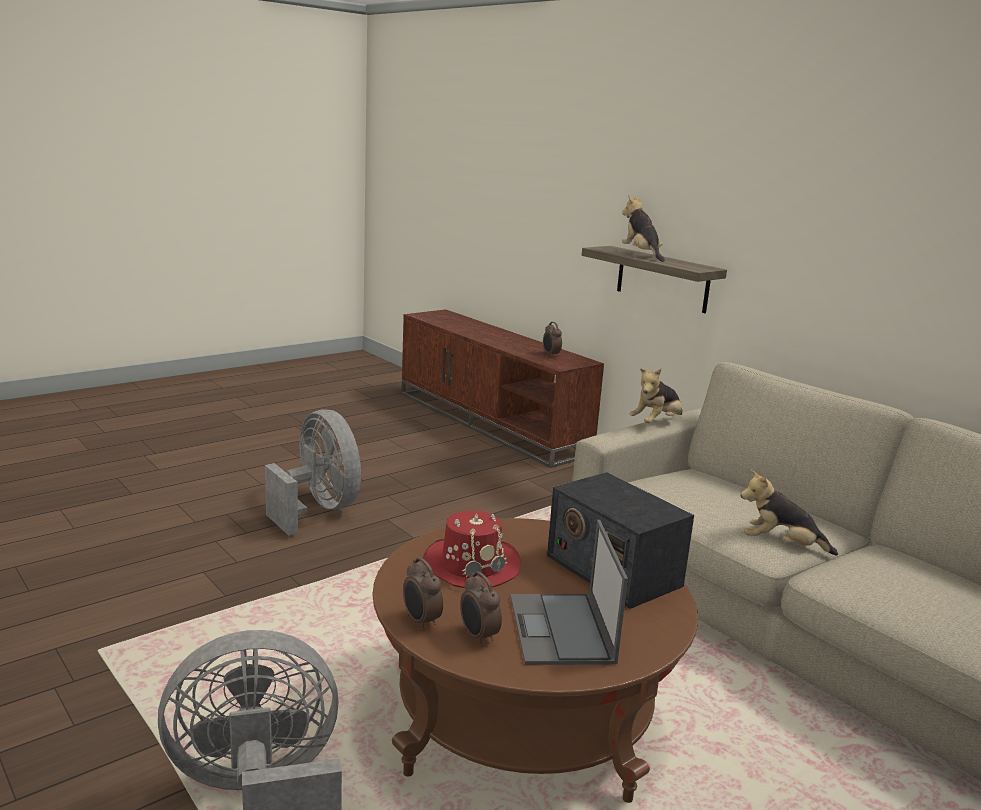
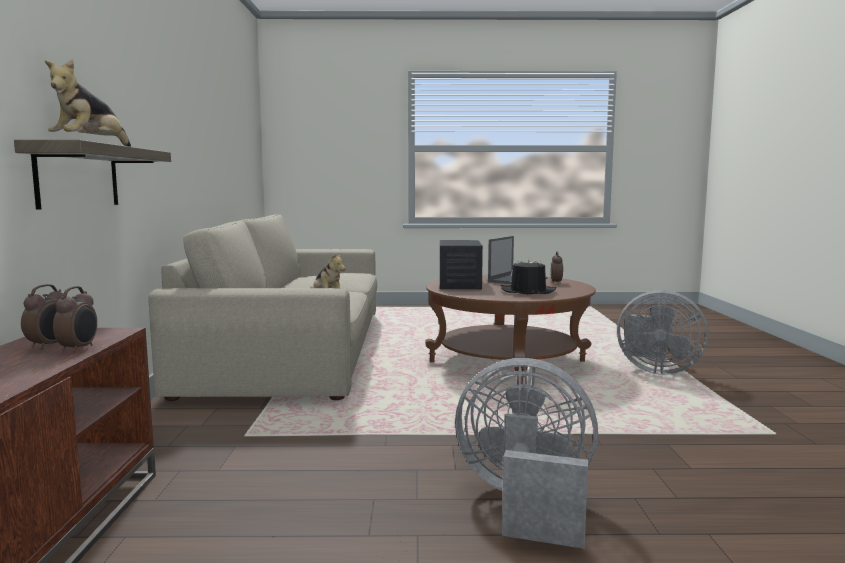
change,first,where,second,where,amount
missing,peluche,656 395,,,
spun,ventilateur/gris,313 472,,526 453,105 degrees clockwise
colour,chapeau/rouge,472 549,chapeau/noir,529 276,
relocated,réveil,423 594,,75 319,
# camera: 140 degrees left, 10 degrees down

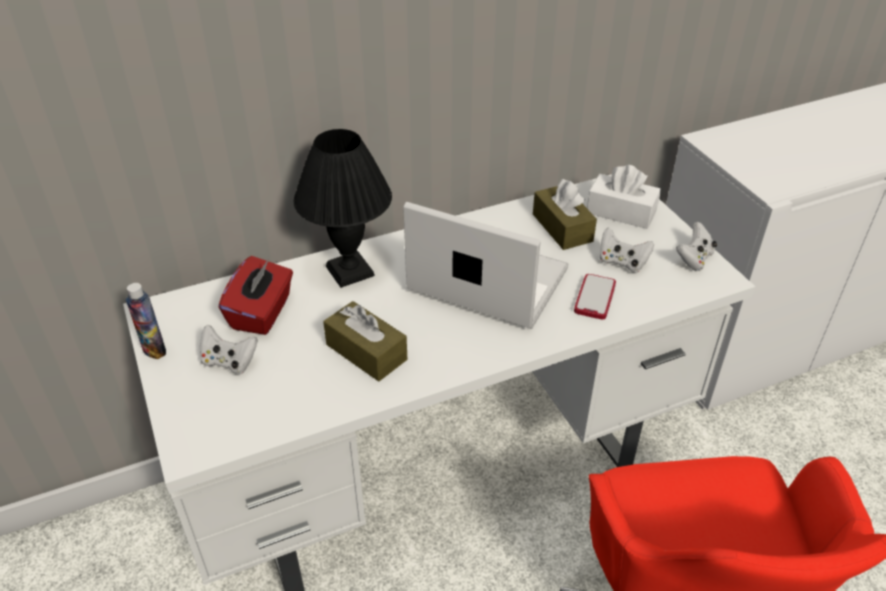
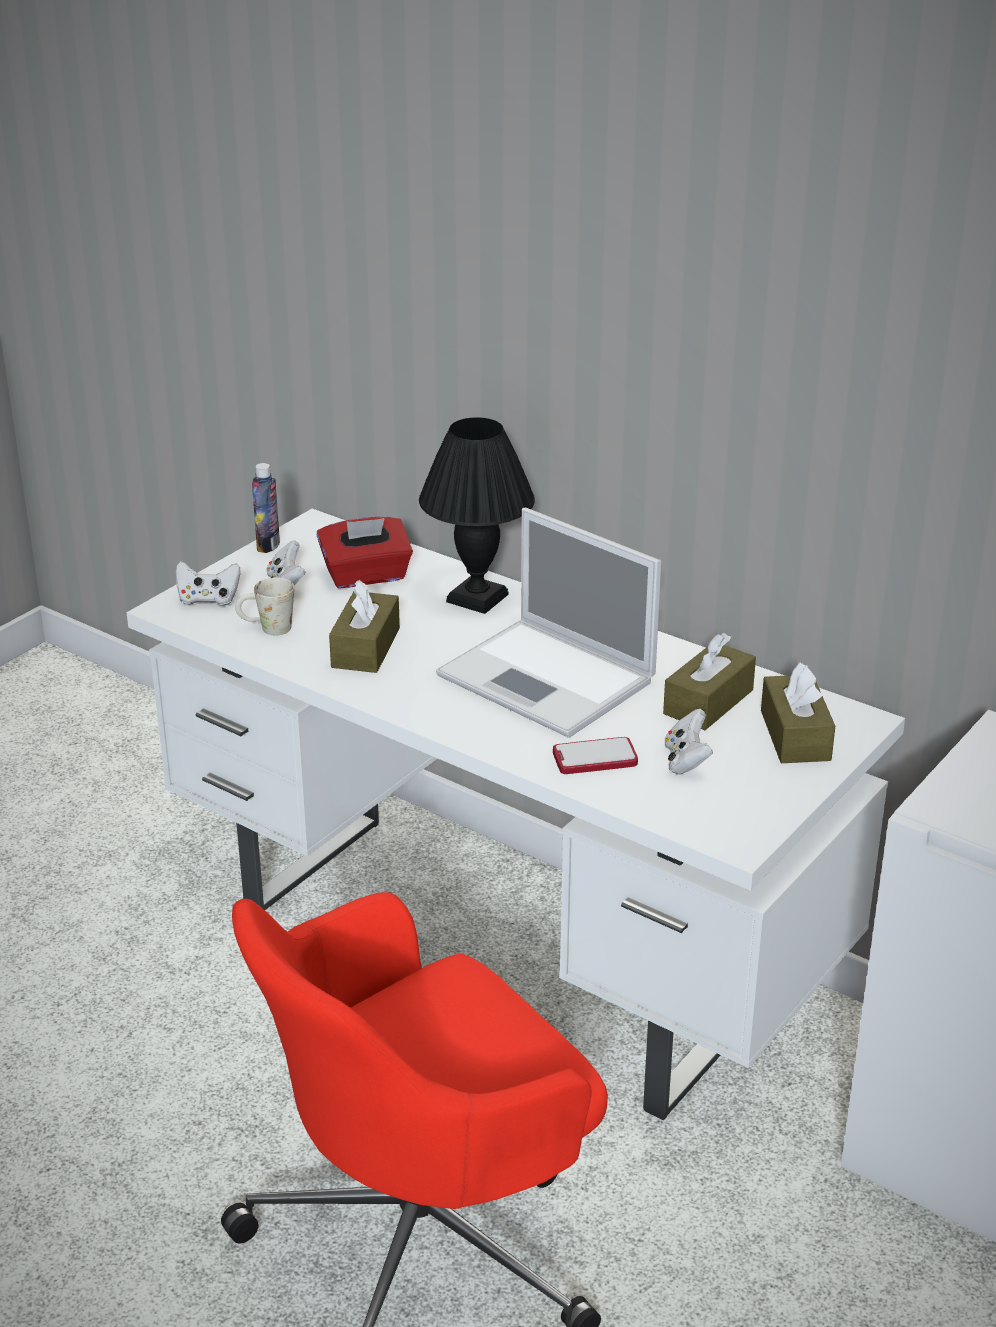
change,first,where,second,where,amount
colour,boîte à mouchoirs/blanc,624 197,boîte à mouchoirs/marron,798 712,
spun,ordinateur portable,485 265,,548 623,135 degrees clockwise
relocated,manette/blanc,696 246,,208 583,
appeared,,,mug/blanc,264 606,
# camera: 60 degrees right, 10 degrees down

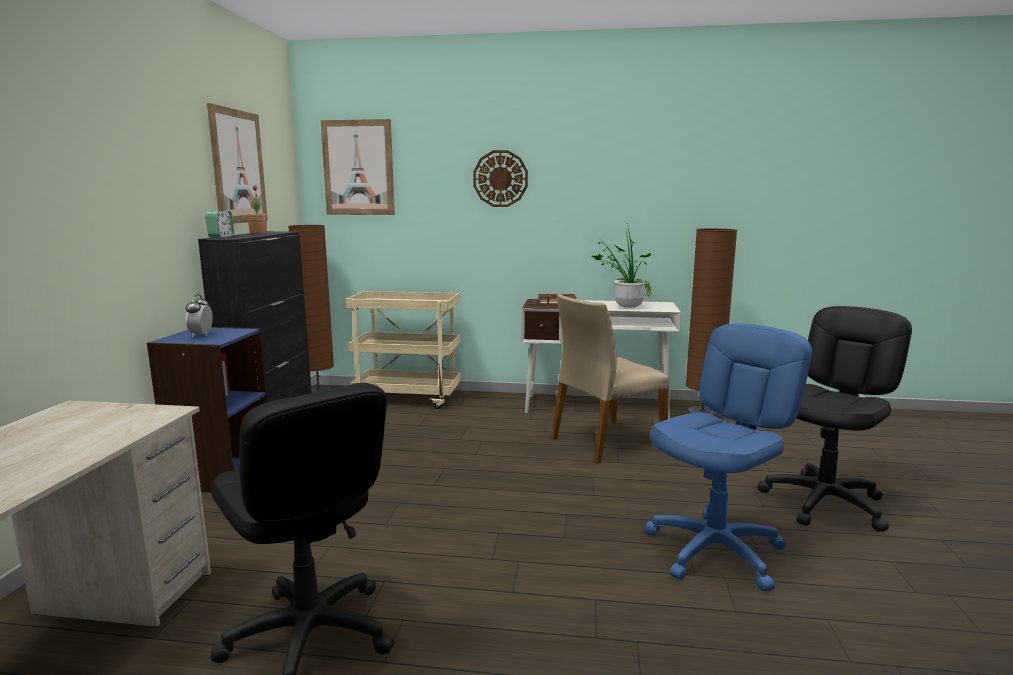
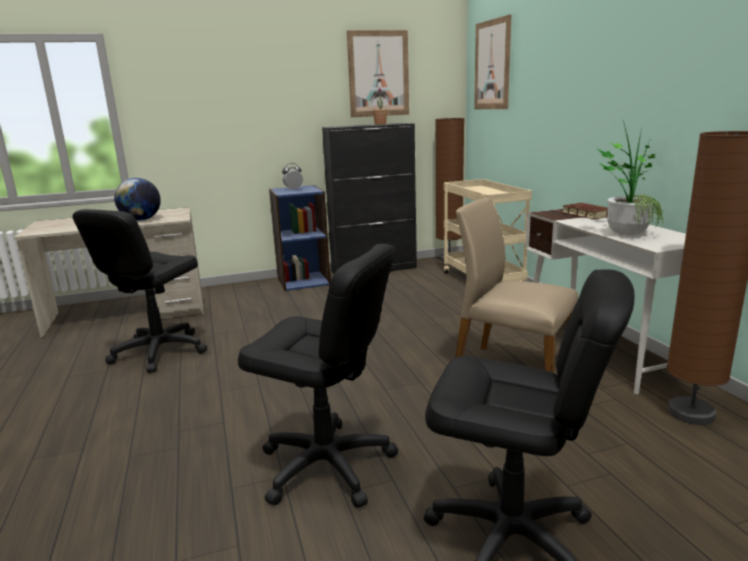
change,first,where,second,where,amount
missing,horloge murale,500 178,,,
missing,réveil,219 224,,,
colour,chaise de bureau/bleu,728 457,chaise de bureau/noir,318 376,
appeared,,,globe,137 199,
# camera: 65 degrees right, 5 degrees up

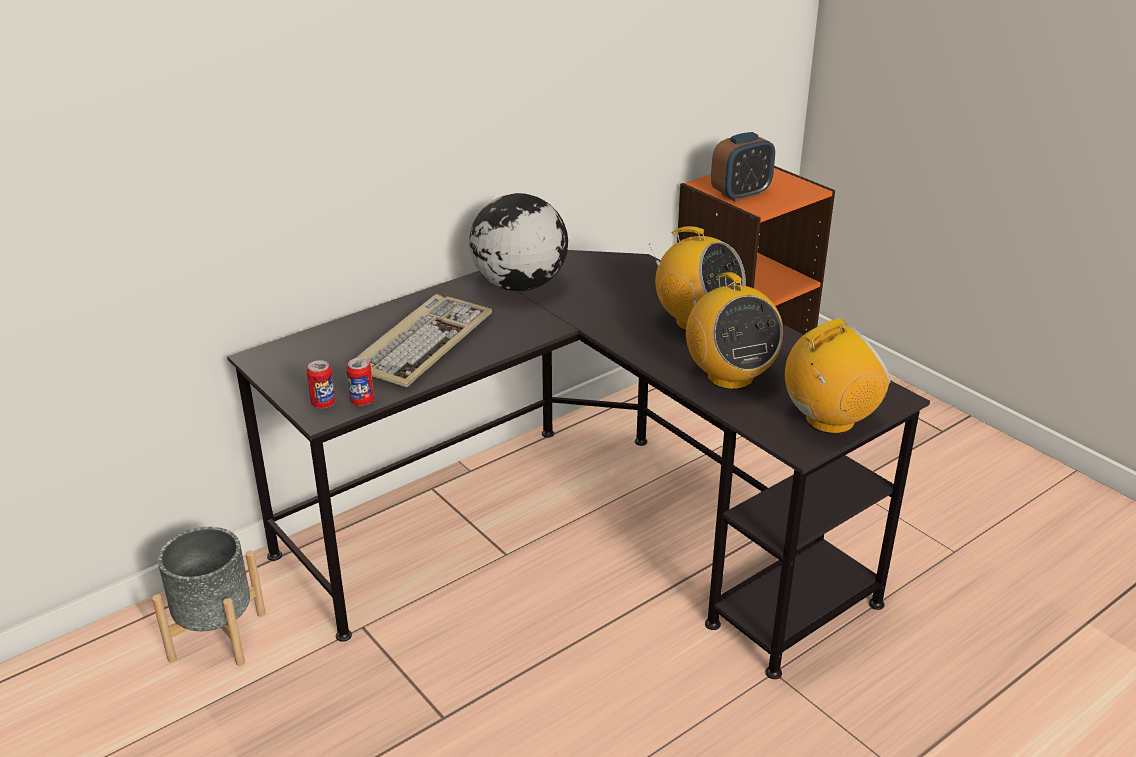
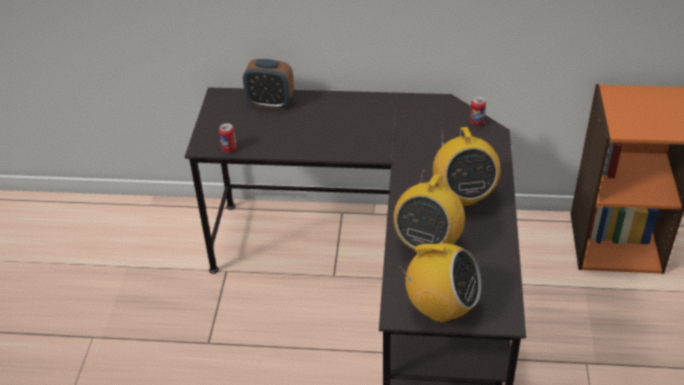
change,first,where,second,where,amount
relocated,réveil,743 167,,268 84,
missing,globe,518 242,,,
missing,clavier,424 340,,,
relocated,boîte métallique,321 384,,478 110,
missing,cache-pot/gris,209 596,,,
# camera: 45 degrees right, 10 degrees up

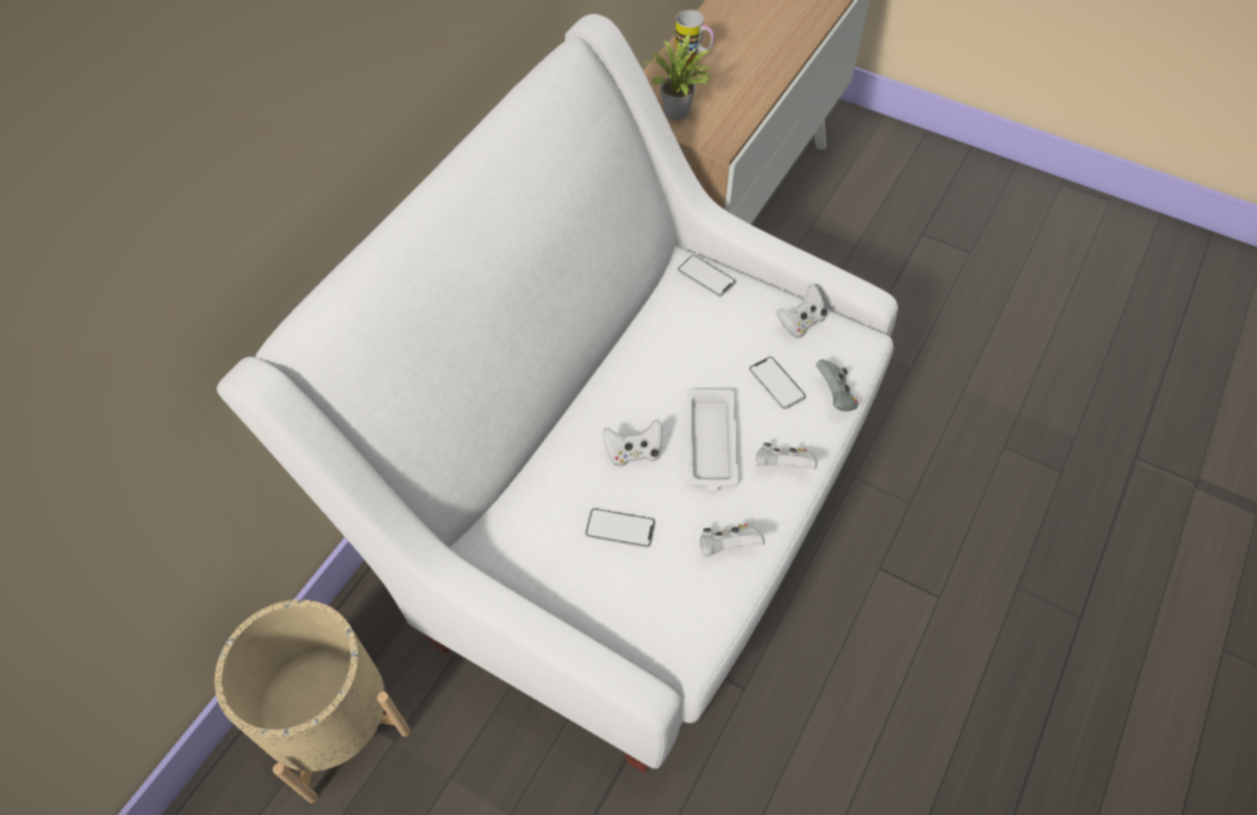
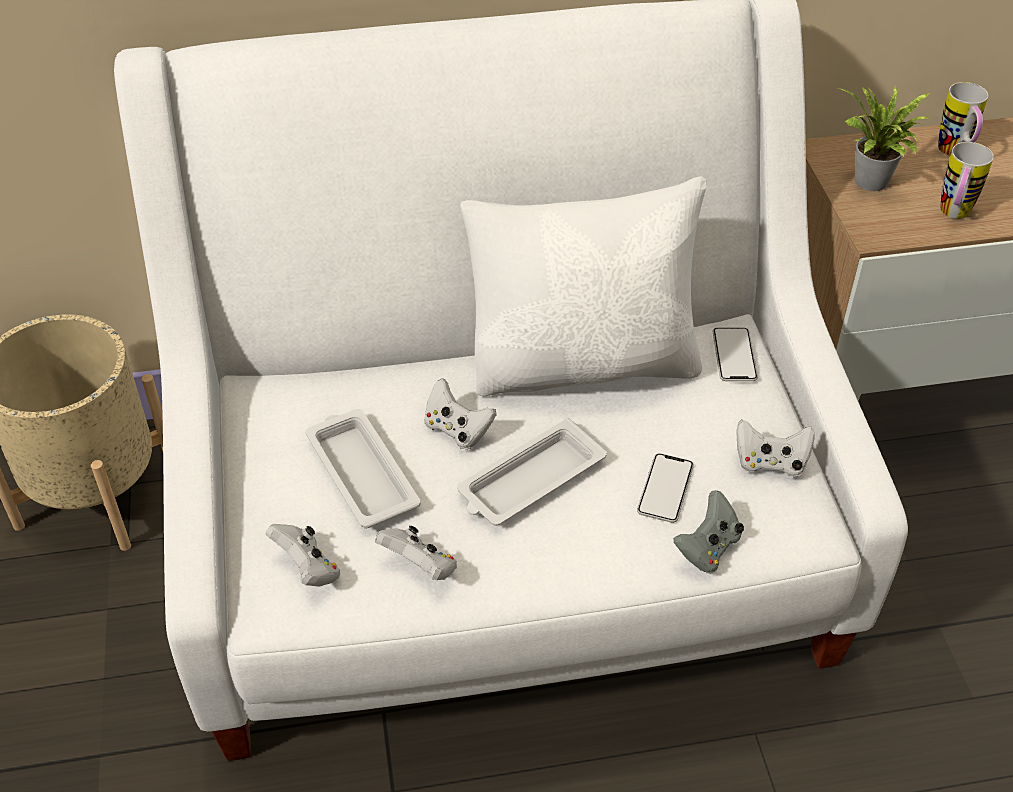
change,first,where,second,where,amount
relocated,manette/blanc,787 456,,303 555,
exchanged,téléphone,620 528,plateau/blanc,363 469,
appeared,,,mug,967 180,
appeared,,,coussin/blanc,583 286,
# camera: 50 degrees right, 10 degrees down

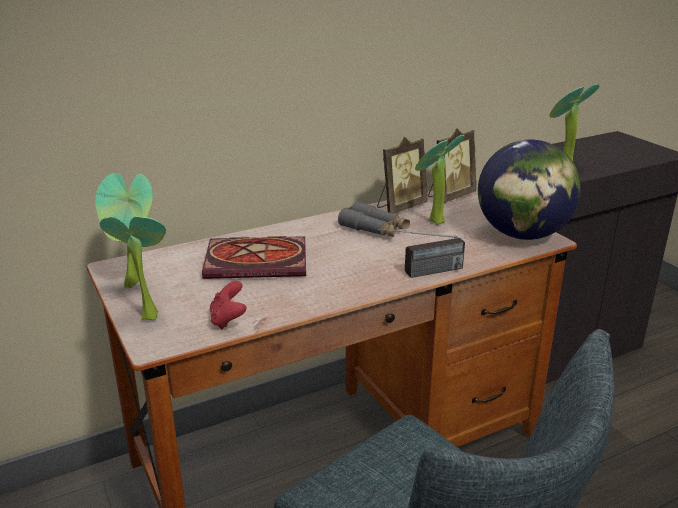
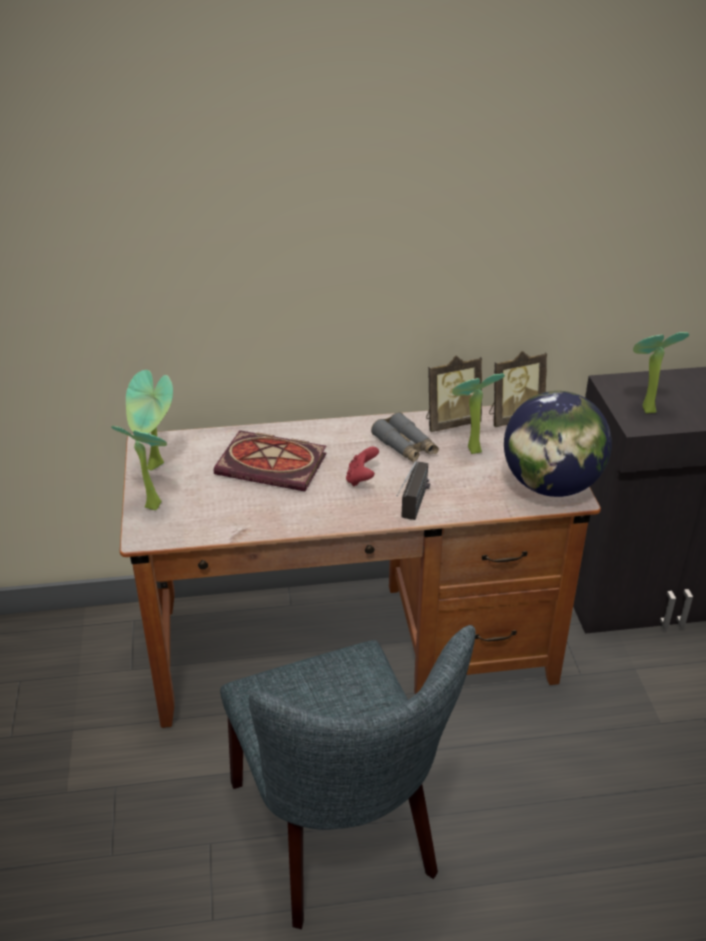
change,first,where,second,where,amount
spun,radio,421 253,,413 490,75 degrees counterclockwise
relocated,manette/rouge,228 305,,362 466,
# camera: 20 degrees right, 10 degrees up

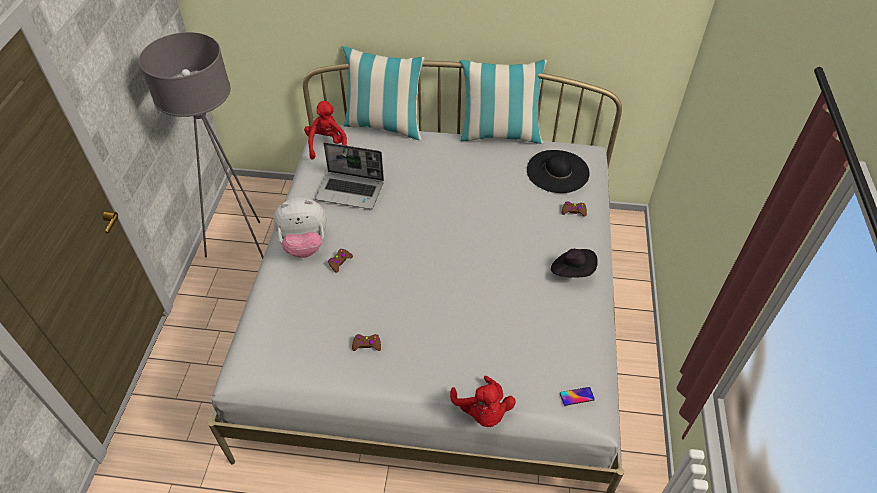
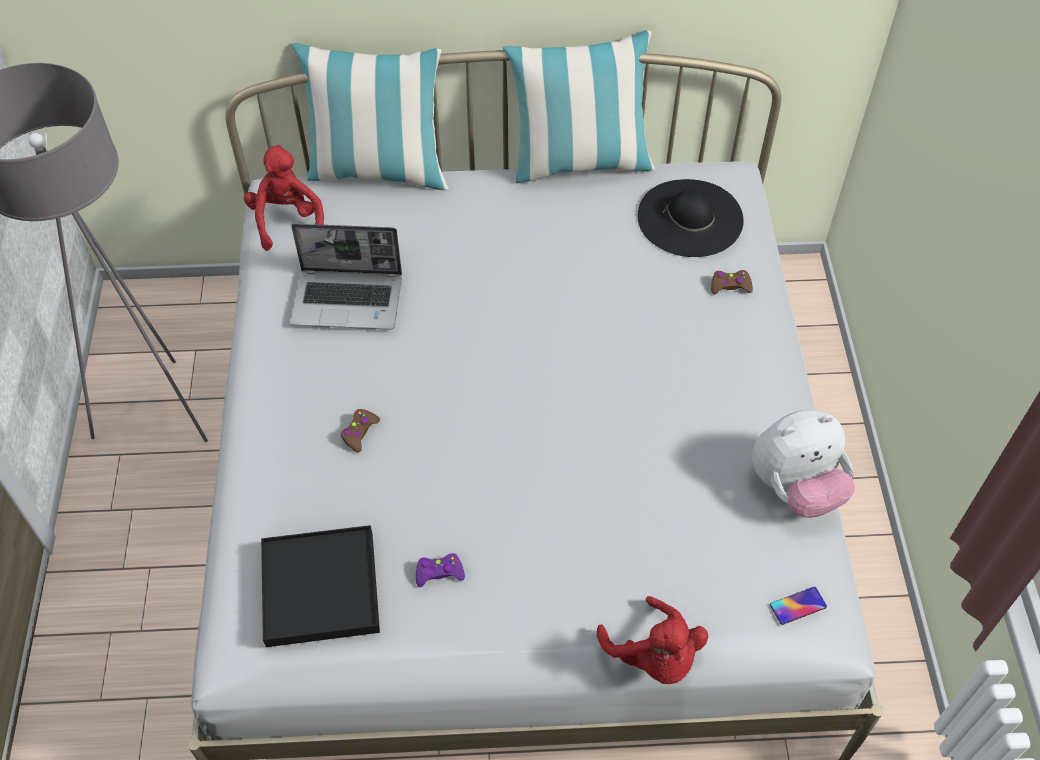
change,first,where,second,where,amount
relocated,peluche,300 228,,803 464,
missing,chapeau/noir,574 263,,,
colour,manette/marron,366 342,manette/violet,440 570,
appeared,,,plateau/noir,320 586,
# camera: 10 degrees left, 5 degrees up

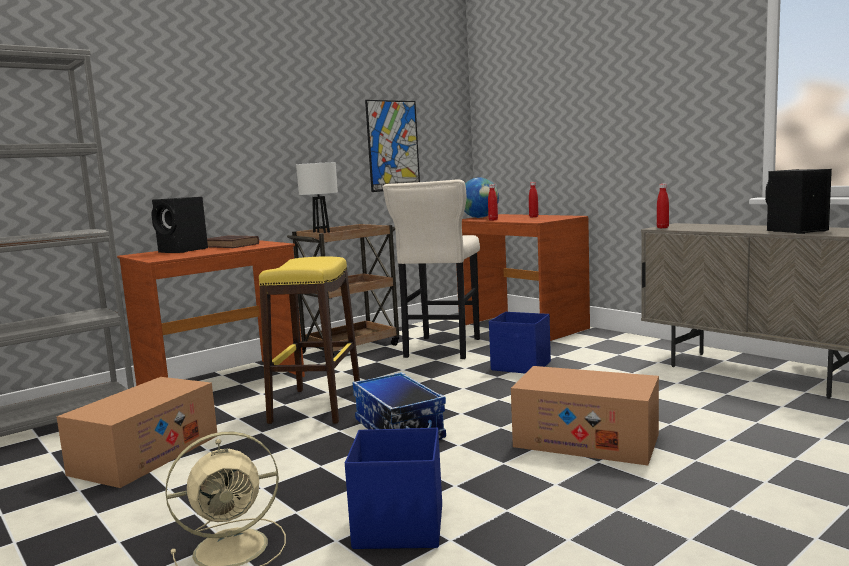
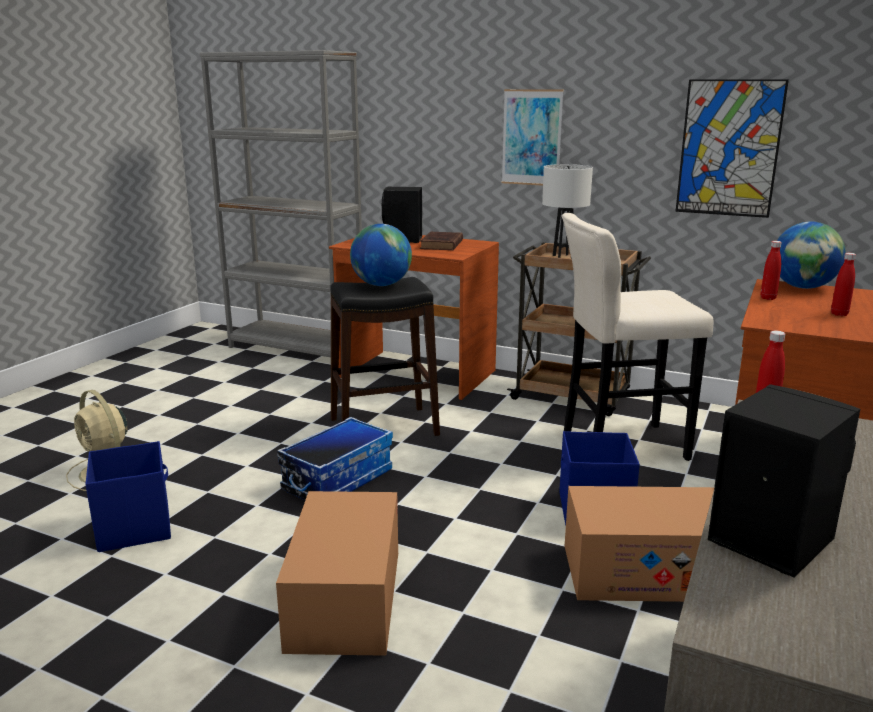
change,first,where,second,where,amount
colour,tabouret/jaune,309 340,tabouret/noir,385 356,
relocated,carton,136 432,,639 544,
appeared,,,tableau,533 137,
appeared,,,globe,381 255,
# camera: 65 degrees right, 10 degrees up

